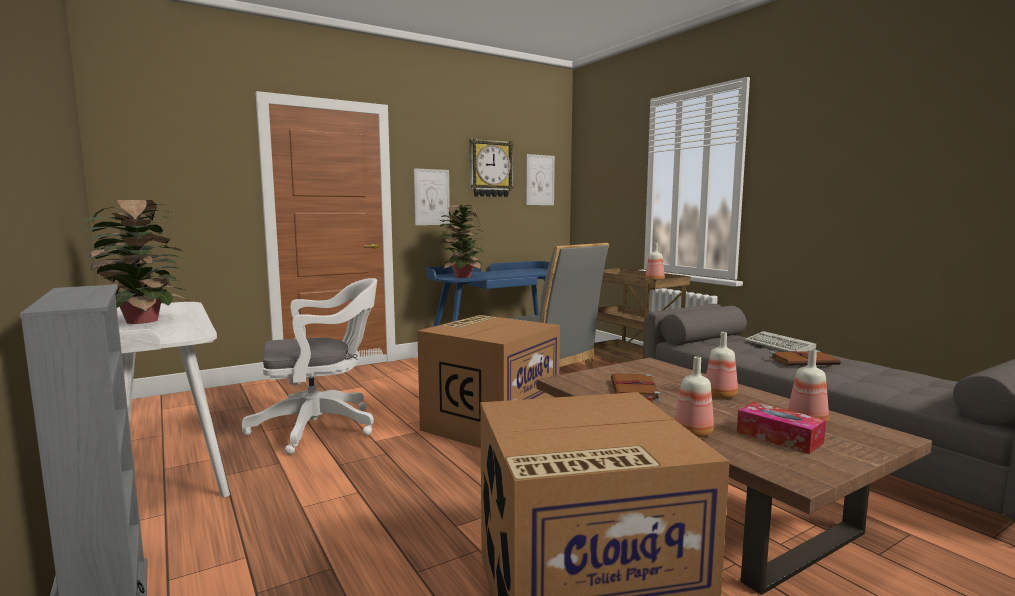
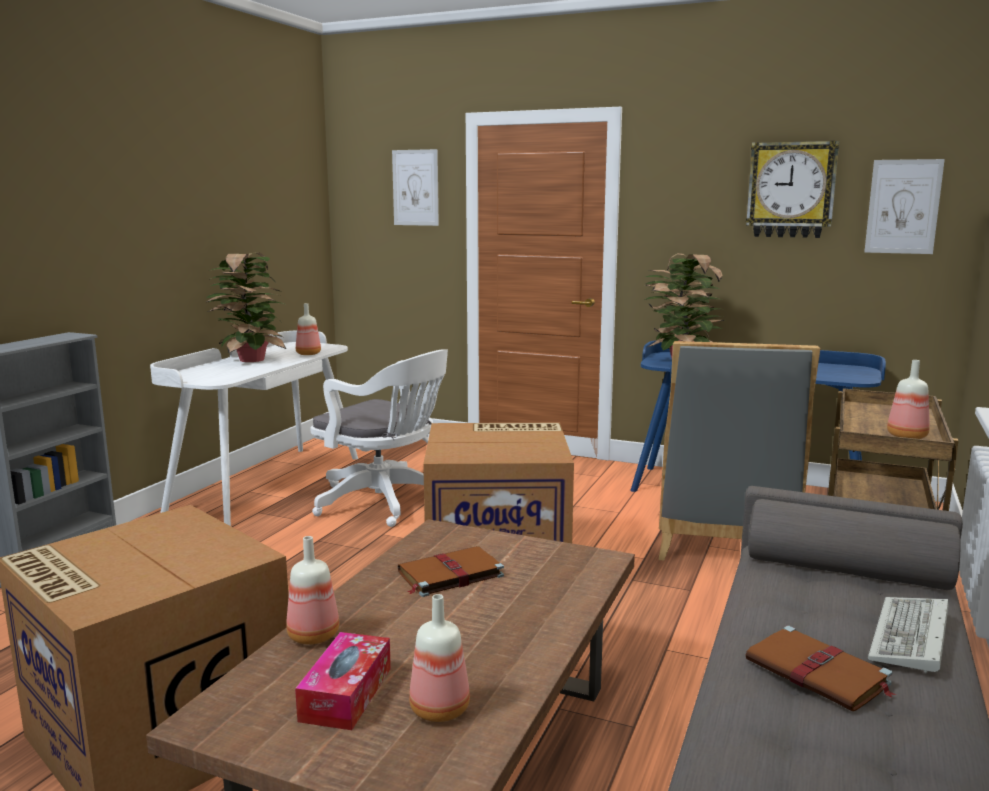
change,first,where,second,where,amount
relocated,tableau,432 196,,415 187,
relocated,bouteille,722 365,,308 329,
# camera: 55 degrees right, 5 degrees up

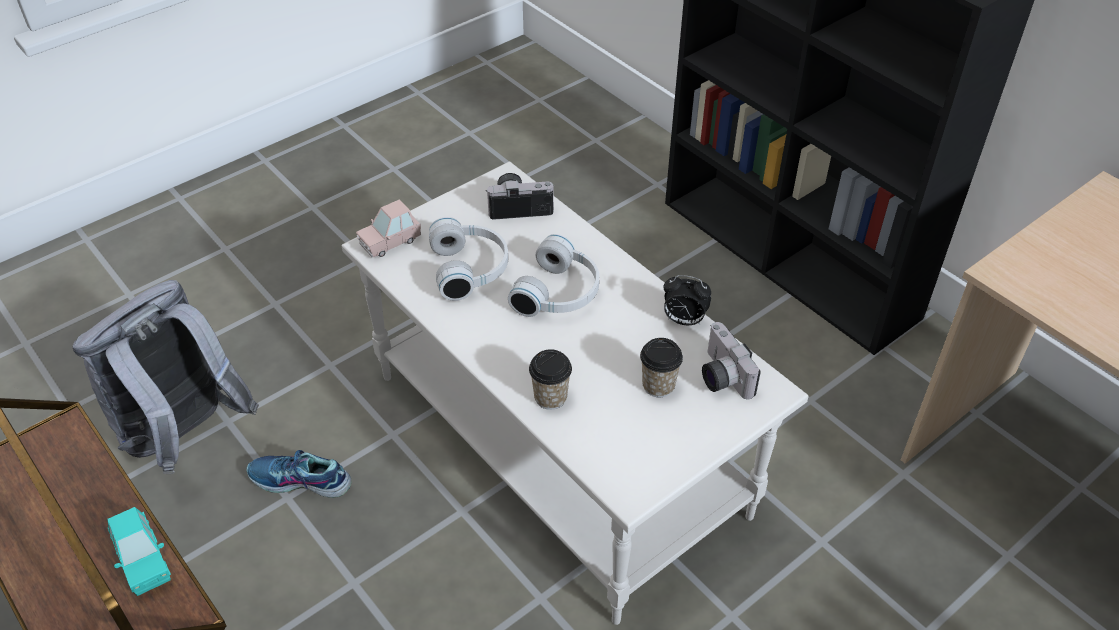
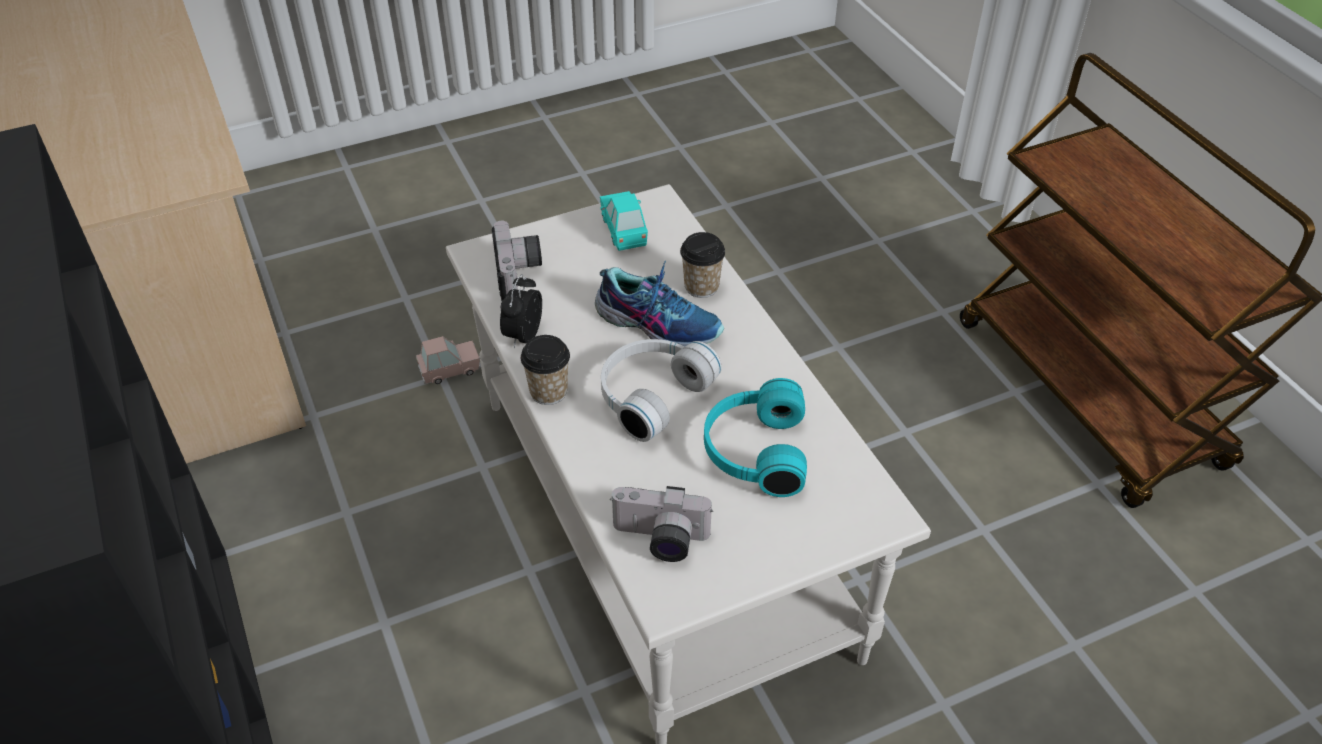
change,first,where,second,where,amount
relocated,petite voiture/rose,388 228,,448 360,
colour,casque audio/blanc,468 259,casque audio/turquoise,755 437,
spun,réveil,687 300,,521 311,105 degrees counterclockwise
missing,sac à dos/gris,166 377,,,
relocated,tasse,661 367,,545 370,
relocated,chaussure,299 474,,659 303,
relocated,petite voiture/turquoise,139 551,,624 221,
# camera: 165 degrees left, 0 degrees up

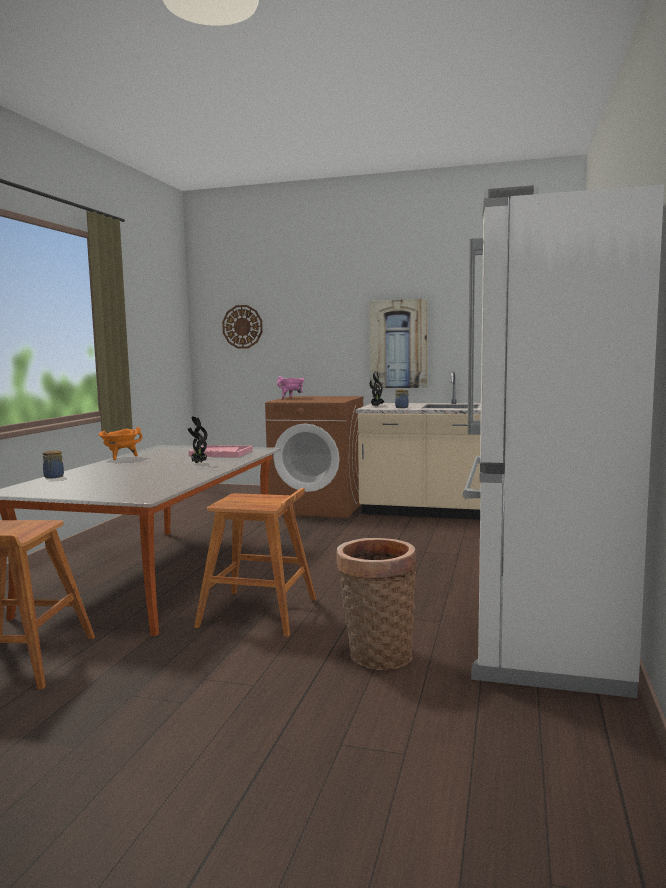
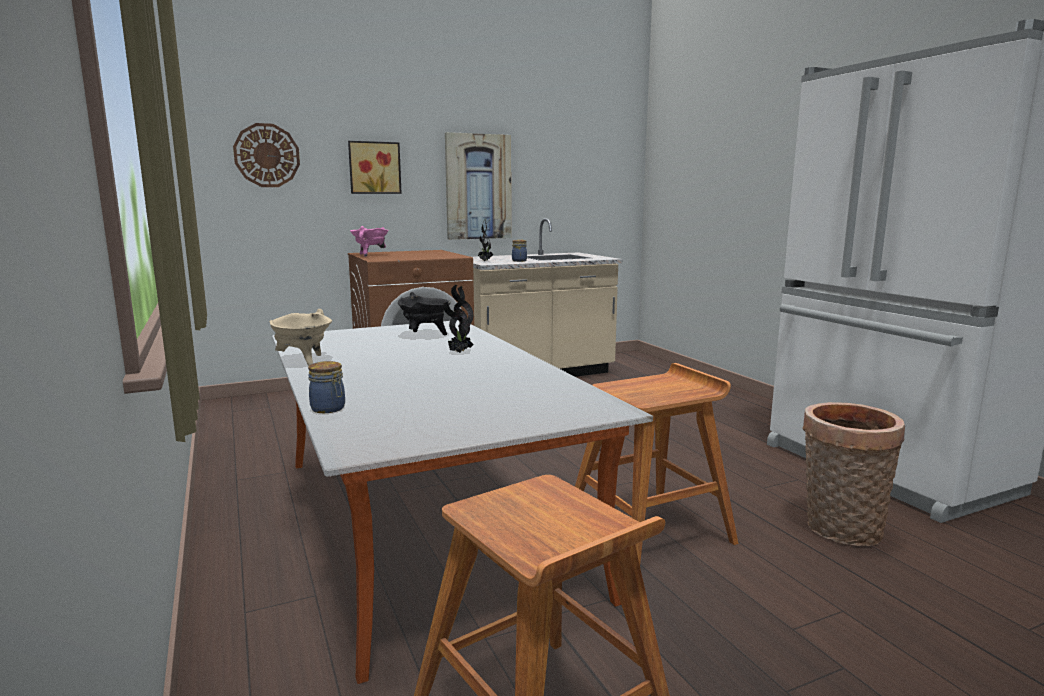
change,first,where,second,where,amount
colour,marmite/orange,120 443,marmite/beige,300 337,
exchanged,plateau/rose,221 451,marmite/noir,424 313,
appeared,,,tableau,375 167,
# camera: 40 degrees left, 5 degrees up

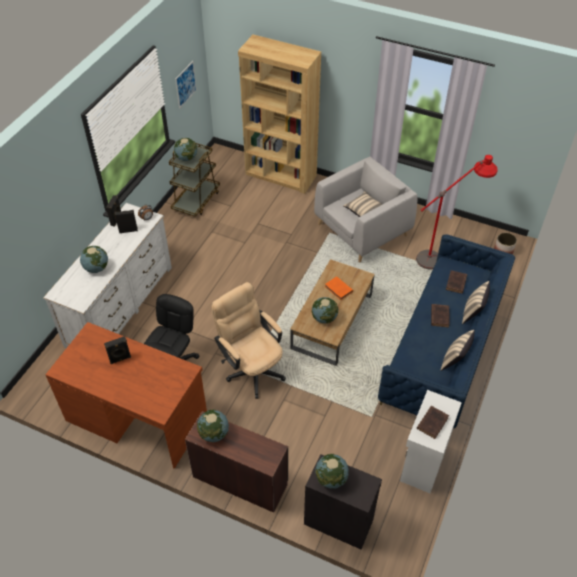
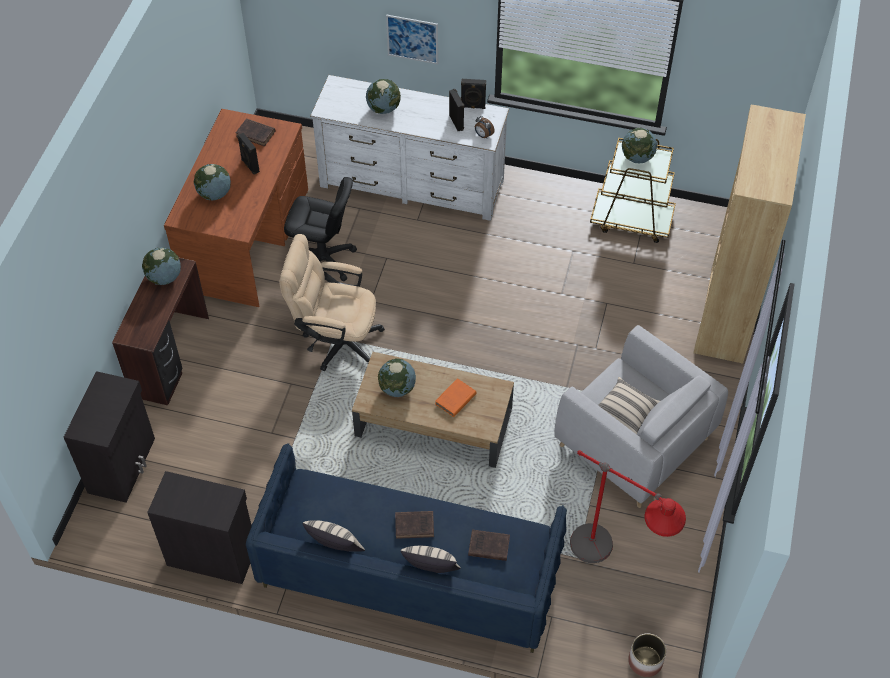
change,first,where,second,where,amount
relocated,tableau,186 85,,412 39,
spun,chaise de bureau/beige,249 340,,332 302,120 degrees counterclockwise
colour,meuble de rangement/blanc,431 441,meuble de rangement/noir,199 527,
relocated,livre/marron,433 422,,255 132,
relocated,globe,332 471,,212 182,
# camera: 80 degrees right, 5 degrees up

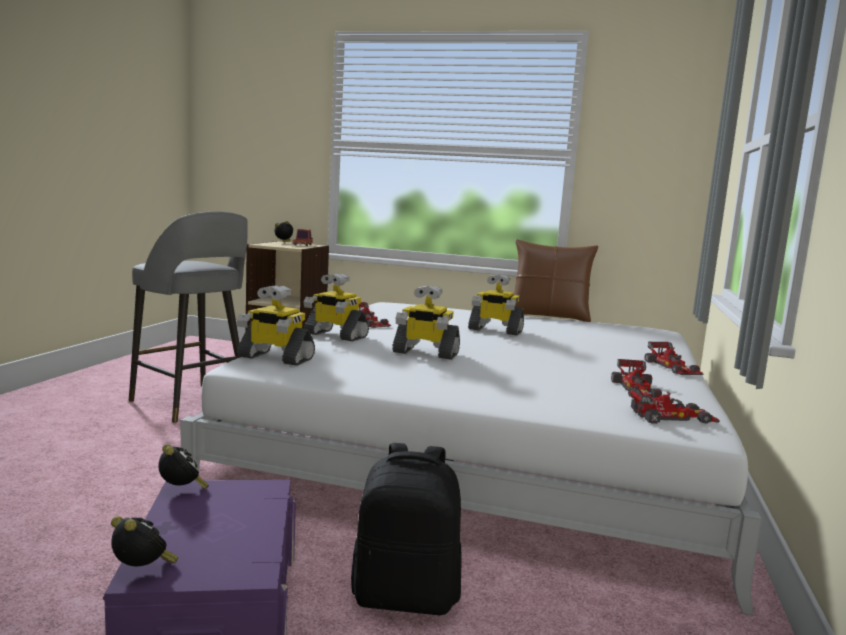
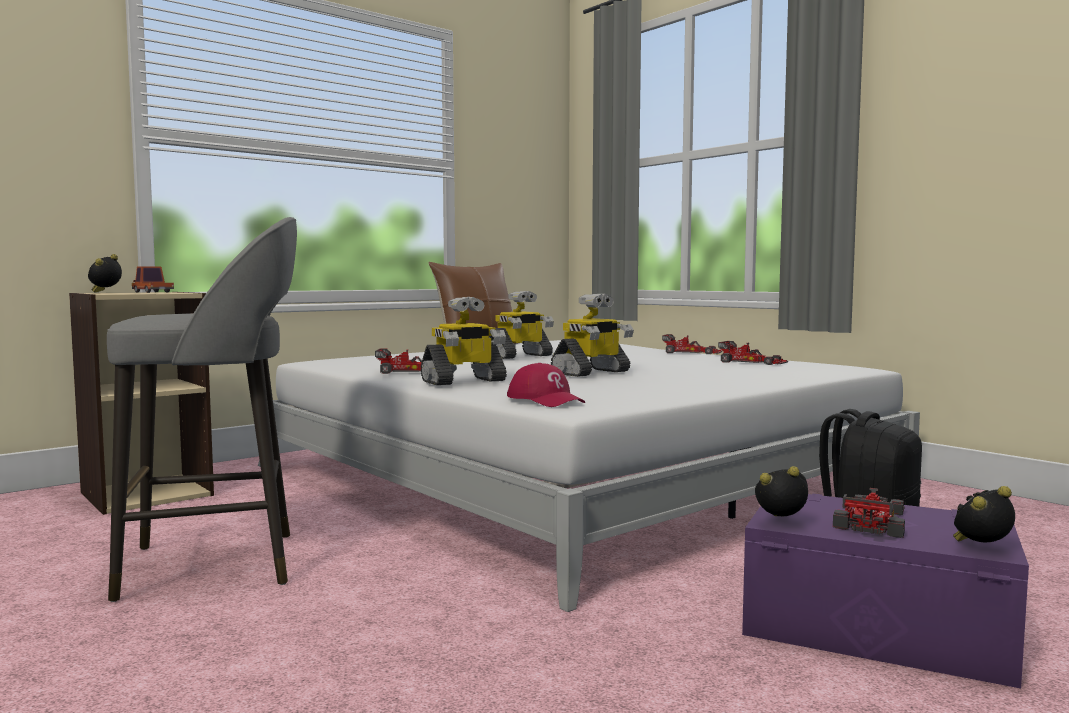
change,first,where,second,where,amount
exchanged,robot jouet,276 325,casquette/rouge,546 385,
relocated,petite voiture,674 405,,869 513,
# camera: 55 degrees left, 5 degrees down

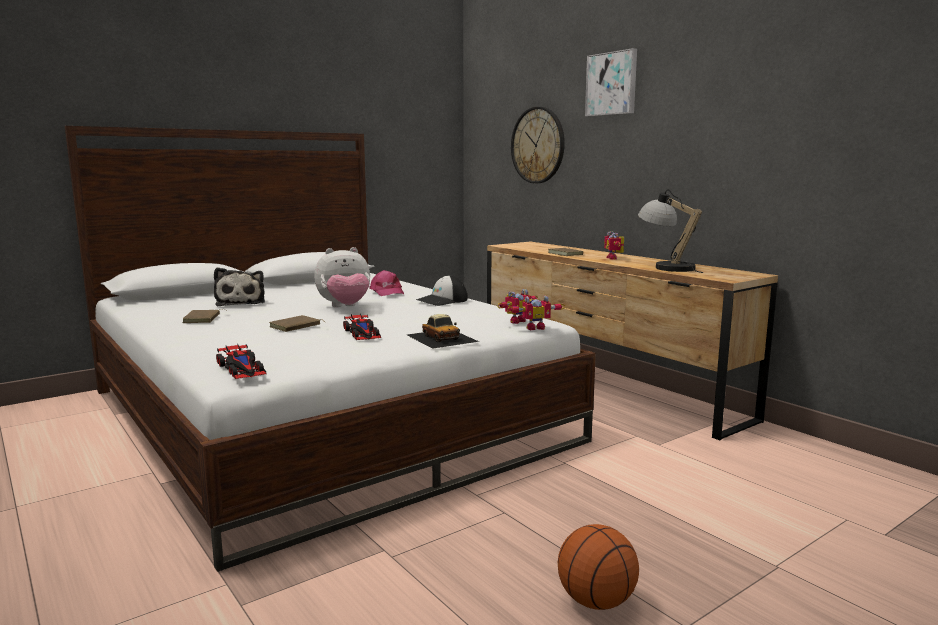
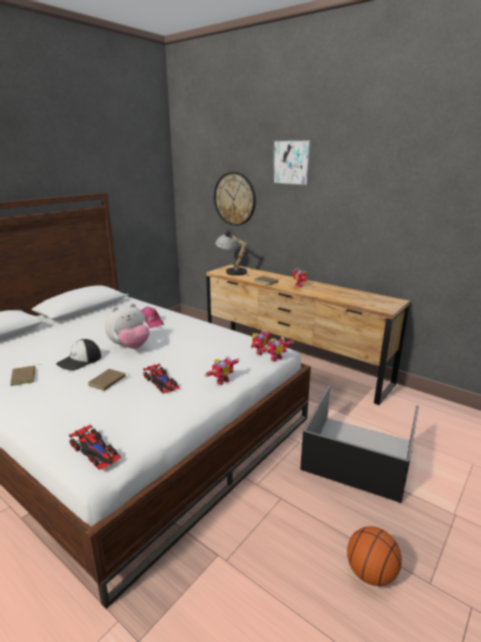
change,first,where,second,where,amount
relocated,lampe de table,670 231,,232 253,
missing,peluche,239 287,,,
relocated,casquette,441 290,,78 354,
exchanged,petite voiture,443 331,robot jouet,222 370,
appeared,,,boîte de rangement/noir,359 444,
# camera: 15 degrees left, 10 degrees up

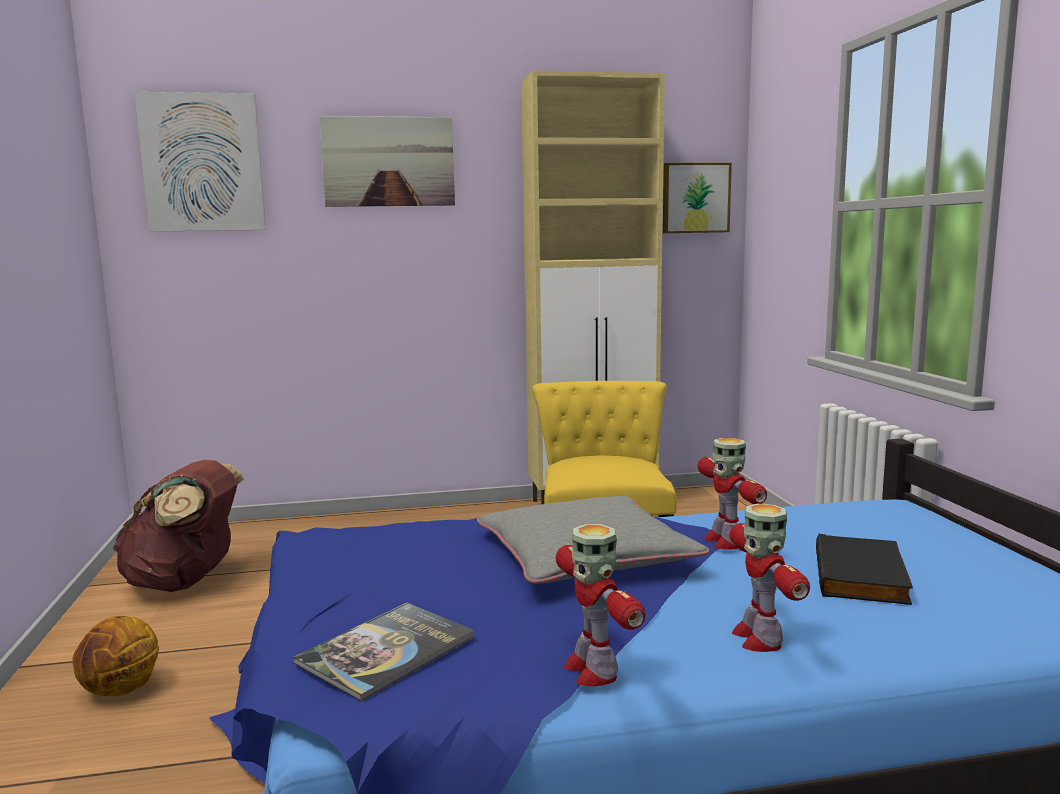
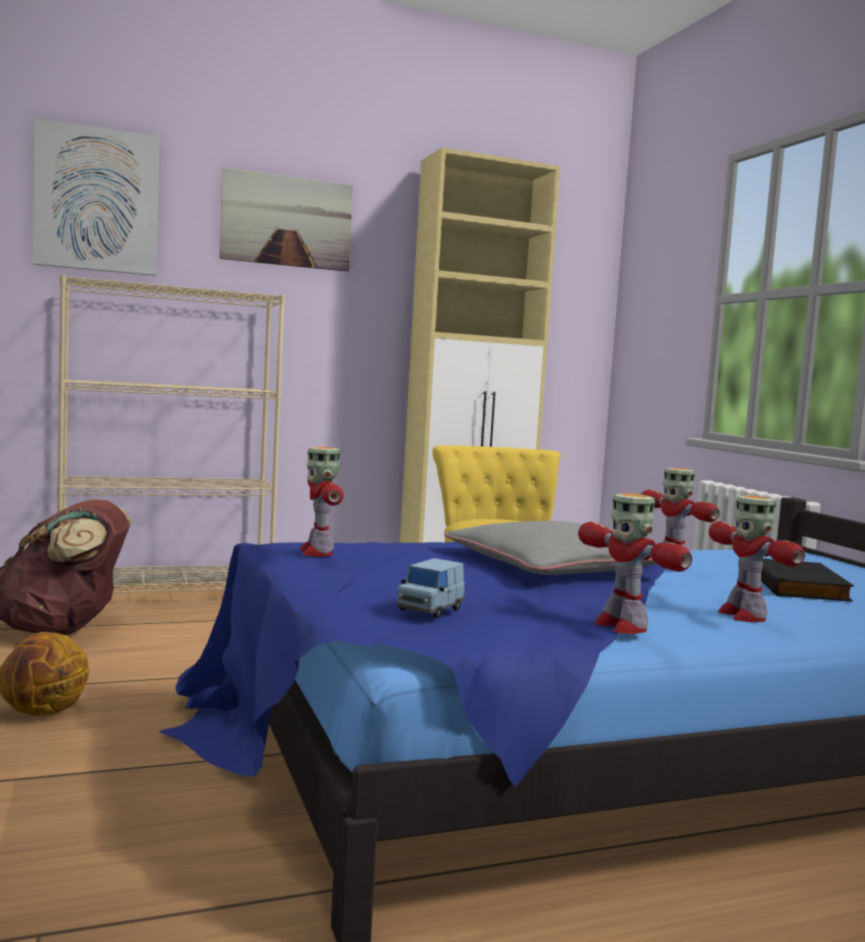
change,first,where,second,where,amount
missing,tableau,697 198,,,
exchanged,livre,384 652,petite voiture/bleu,430 588,
appeared,,,bibliothèque/beige,171 434,
appeared,,,robot jouet,321 502,
# camera: 10 degrees left, 5 degrees down

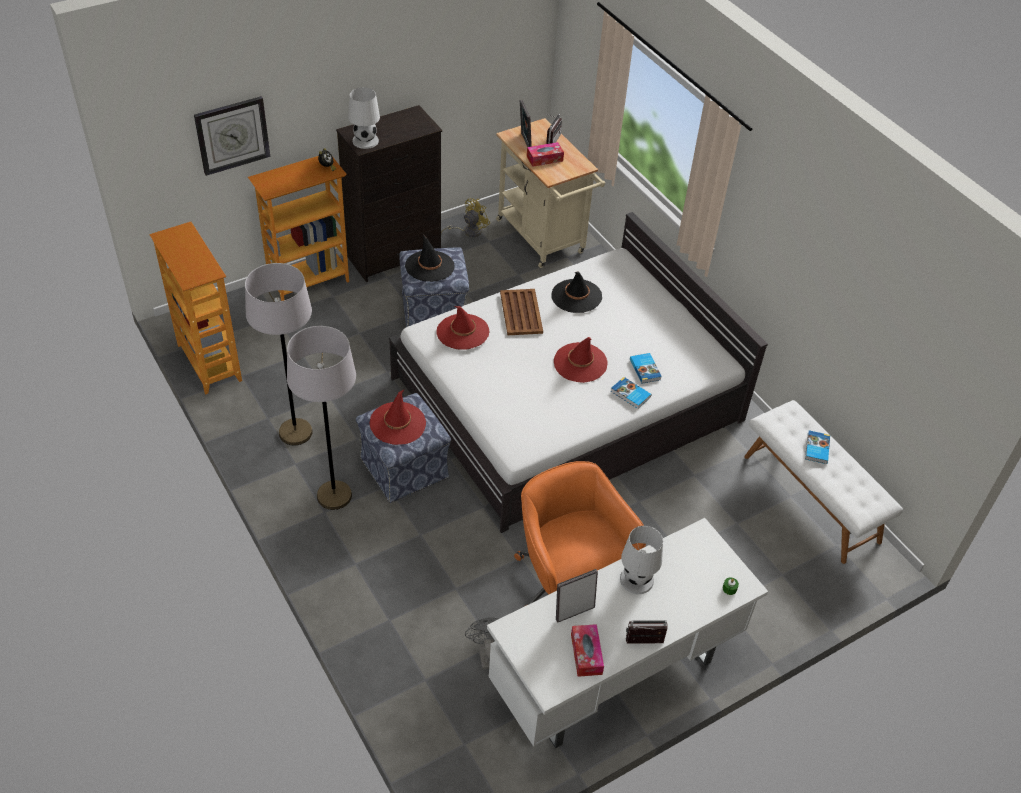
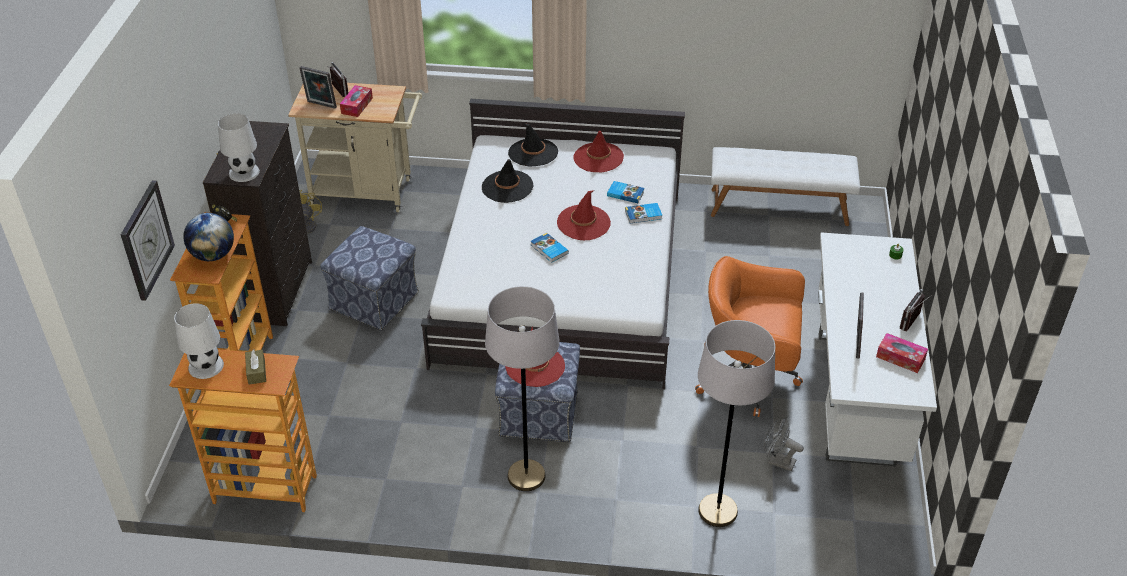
change,first,where,second,where,amount
relocated,chapeau/noir,430 258,,533 144,
relocated,lampadaire/gris,279 354,,736 423,
missing,plateau/marron,521 312,,,
relocated,chapeau/rouge,462 328,,598 151,
relocated,livre,817 447,,550 248,
relocated,lampe de table/blanc,641 560,,199 341,
appeared,,,globe,208 237,
appeared,,,boîte à mouchoirs/marron,255 367,
# camera: 50 degrees left, 5 degrees down

